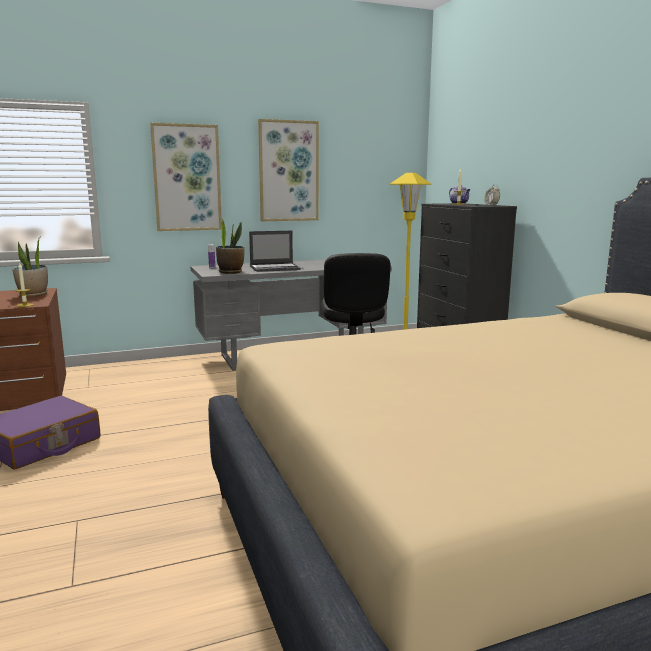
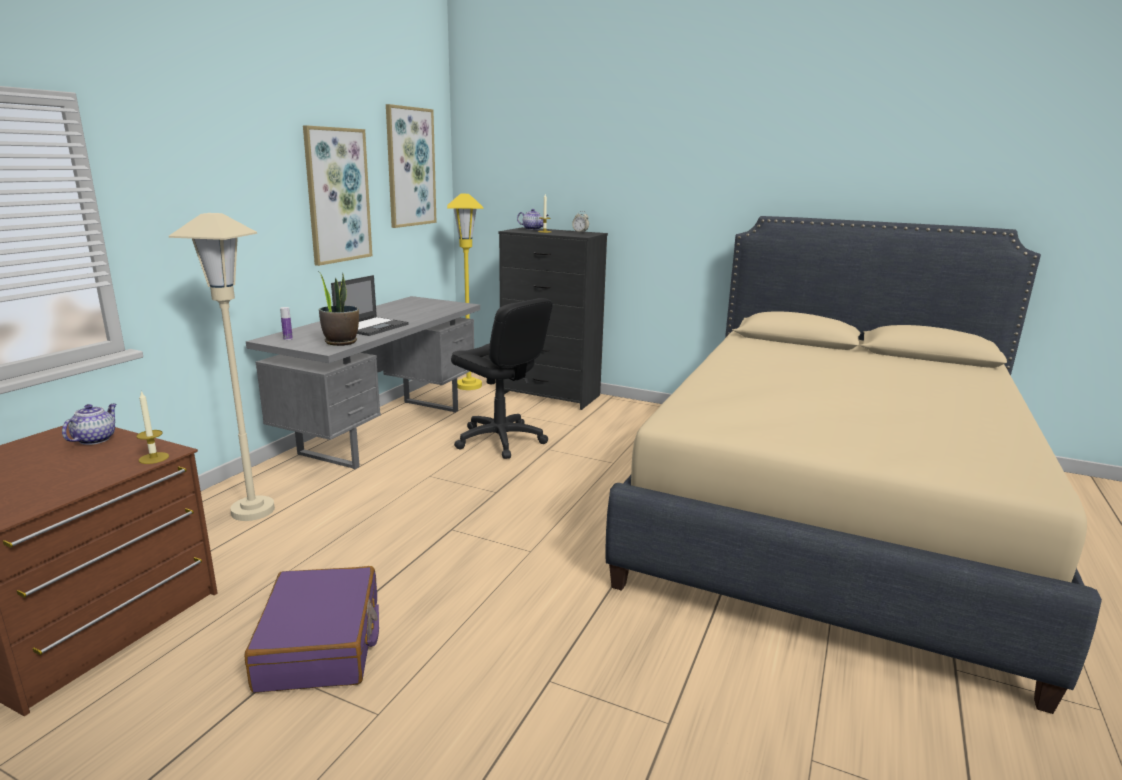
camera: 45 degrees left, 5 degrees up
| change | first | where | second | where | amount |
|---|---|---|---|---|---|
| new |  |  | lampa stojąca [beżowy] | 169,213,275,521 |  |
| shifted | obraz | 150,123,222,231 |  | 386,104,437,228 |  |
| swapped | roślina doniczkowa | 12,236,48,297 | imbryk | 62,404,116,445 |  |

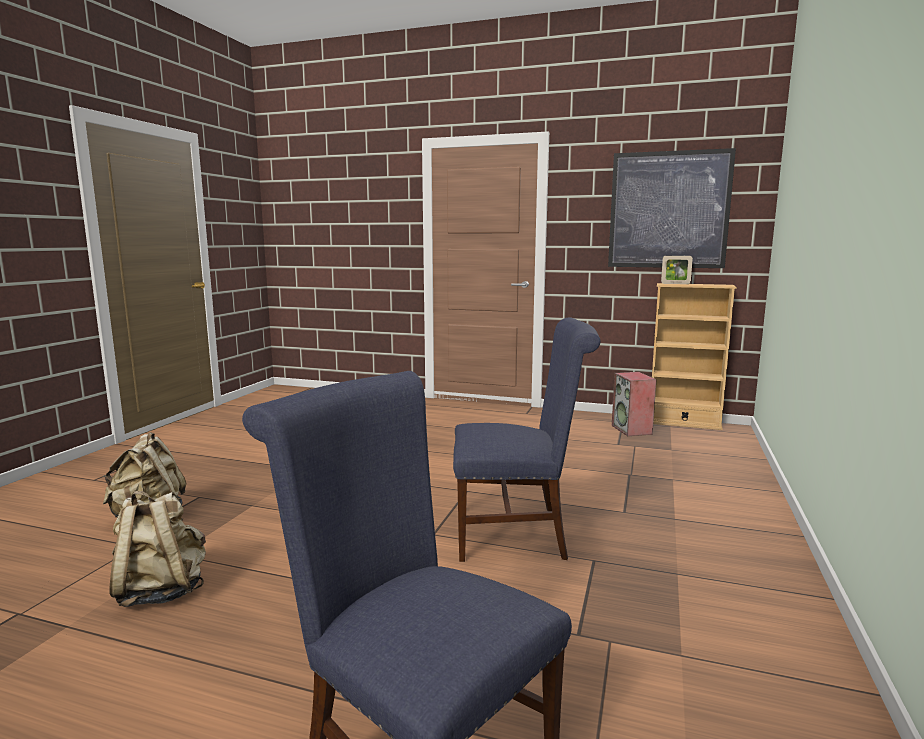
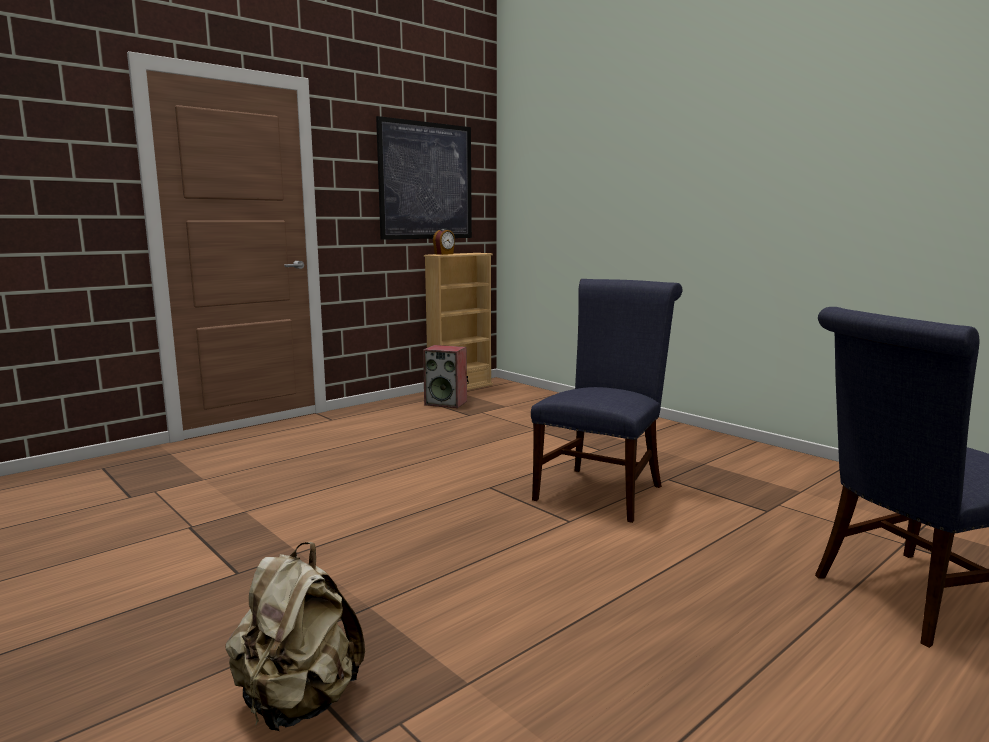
camera: 60 degrees left, 0 degrees up
| change | first | where | second | where | amount |
|---|---|---|---|---|---|
| gone | plecak [beżowy] | 109,491,206,607 |  |  |  |
| swapped | ramka na zdjęcie | 661,256,693,284 | budzik | 433,229,455,255 |  |

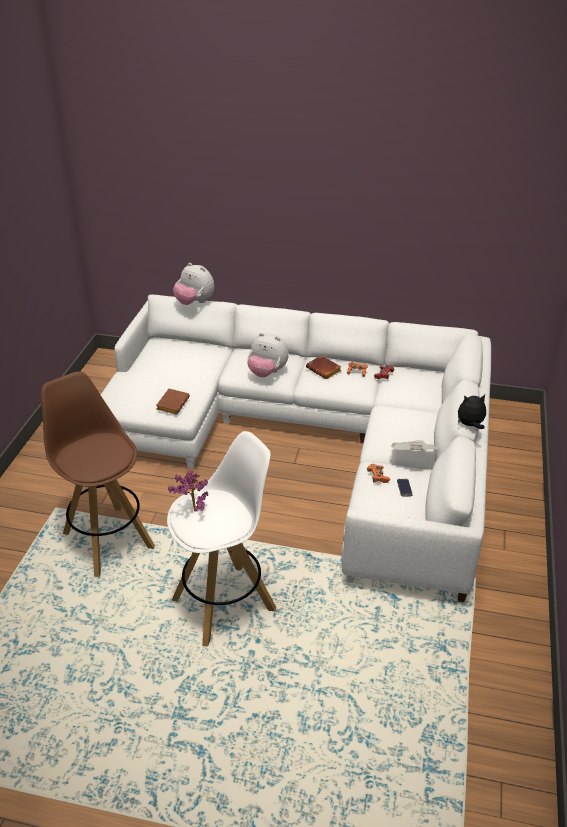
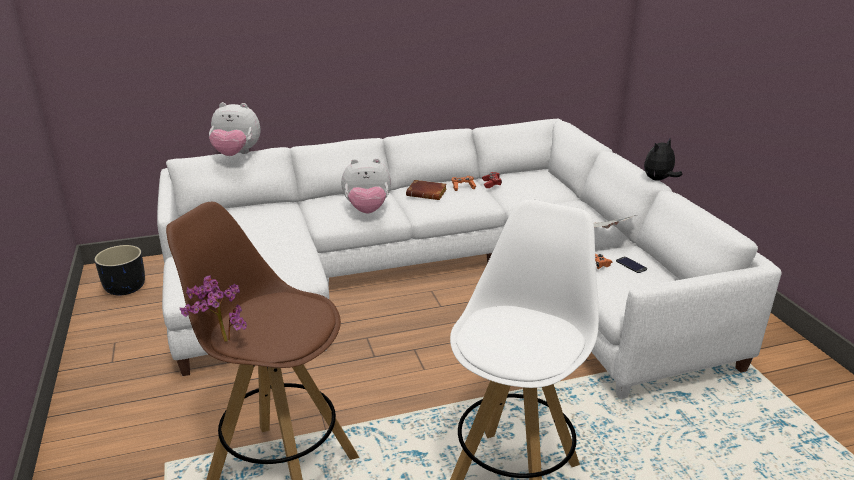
camera: 30 degrees left, 10 degrees down
| change | first | where | second | where | amount |
|---|---|---|---|---|---|
| gone | książka [brązowy] | 156,389,190,414 |  |  |  |
| new |  |  | donica [czarny] | 94,245,145,295 |  |
| shifted | roślina doniczkowa | 168,470,208,512 |  | 180,275,247,342 |  |

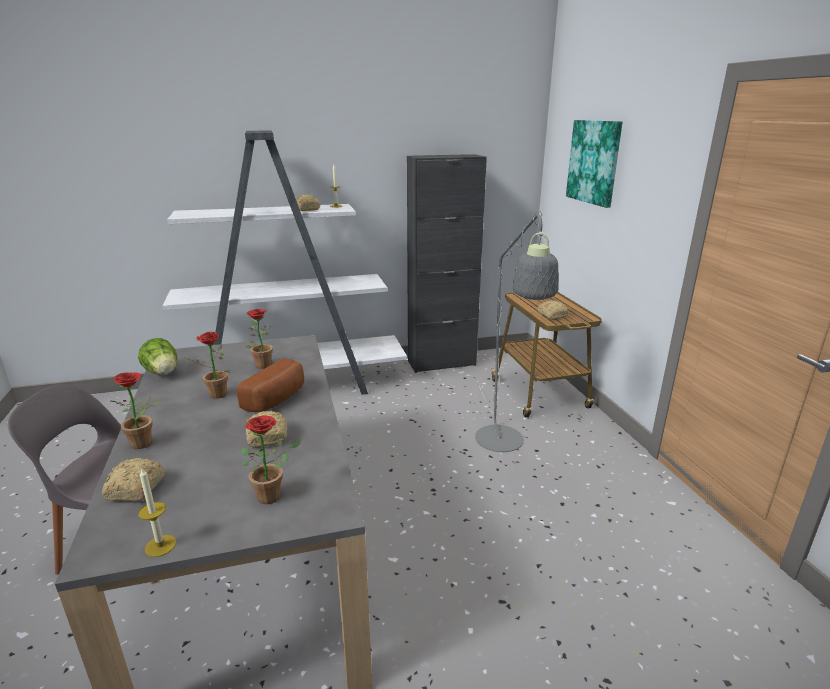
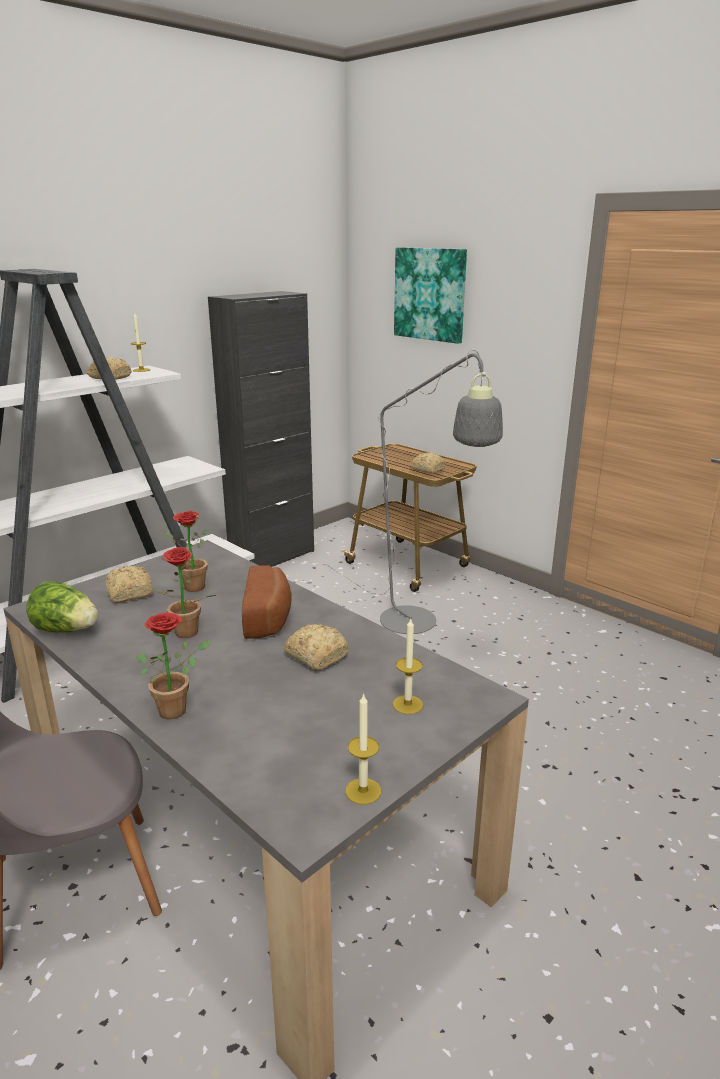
camera: 30 degrees left, 0 degrees up
| change | first | where | second | where | amount |
|---|---|---|---|---|---|
| shifted | chleb | 102,458,166,502 |  | 105,565,154,602 |  |
| swapped | roślina doniczkowa | 241,416,302,504 | świeca | 393,618,423,714 |  |

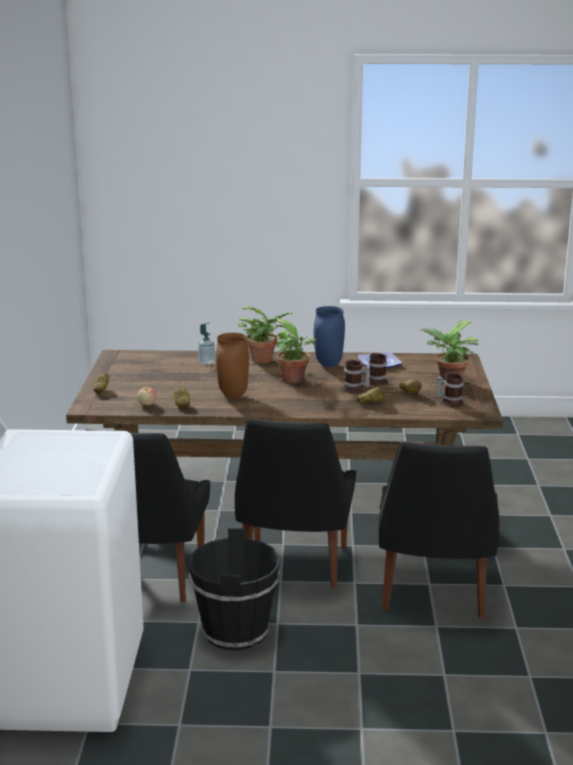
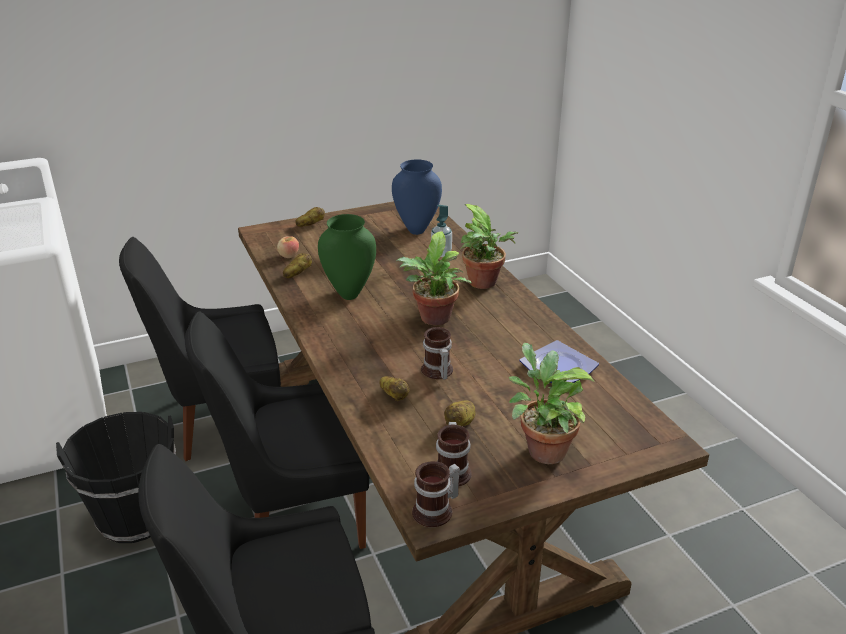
camera: 65 degrees right, 10 degrees up
| change | first | where | second | where | amount |
|---|---|---|---|---|---|
| shifted | wazon [niebieski] | 314,306,345,367 |  | 392,159,442,235 |  |
| shifted | kubek | 369,353,388,386 |  | 412,461,460,527 |  |
| repainted | wazon [brązowy] | 216,333,249,398 | wazon [zielony] | 318,214,376,300 |  |

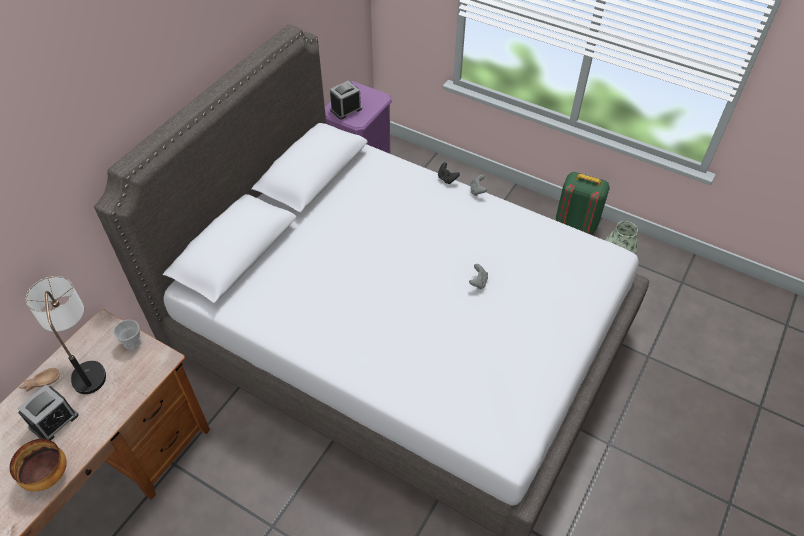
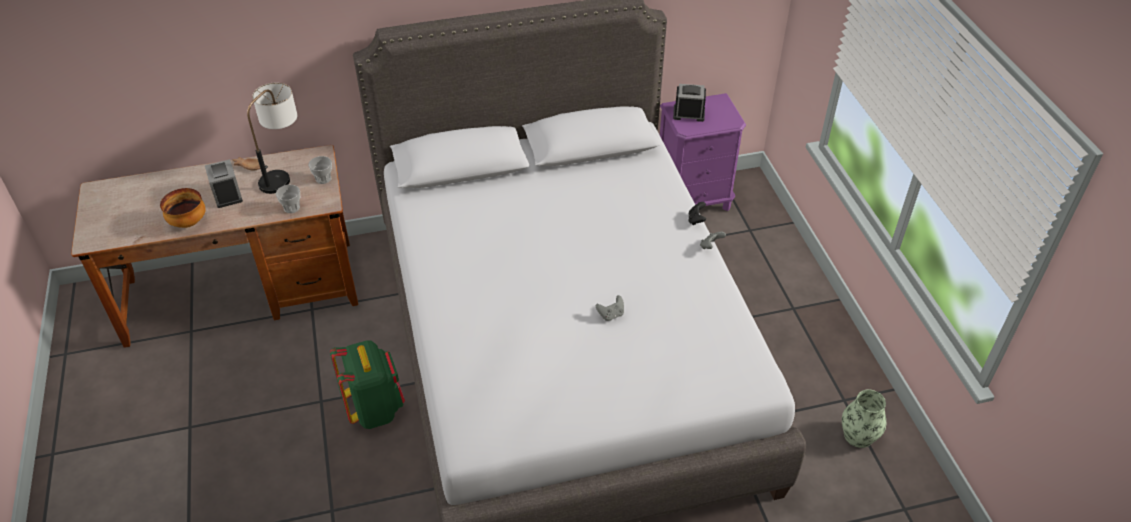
camera: 45 degrees right, 5 degrees down
| change | first | where | second | where | amount |
|---|---|---|---|---|---|
| new |  |  | filiżanka | 276,185,300,213 |  |
| shifted | plecak [zielony] | 556,172,610,234 |  | 330,340,405,429 |  |
| rotated | budzik | 17,385,79,440 |  | 205,159,243,208 | 105 degrees counterclockwise |

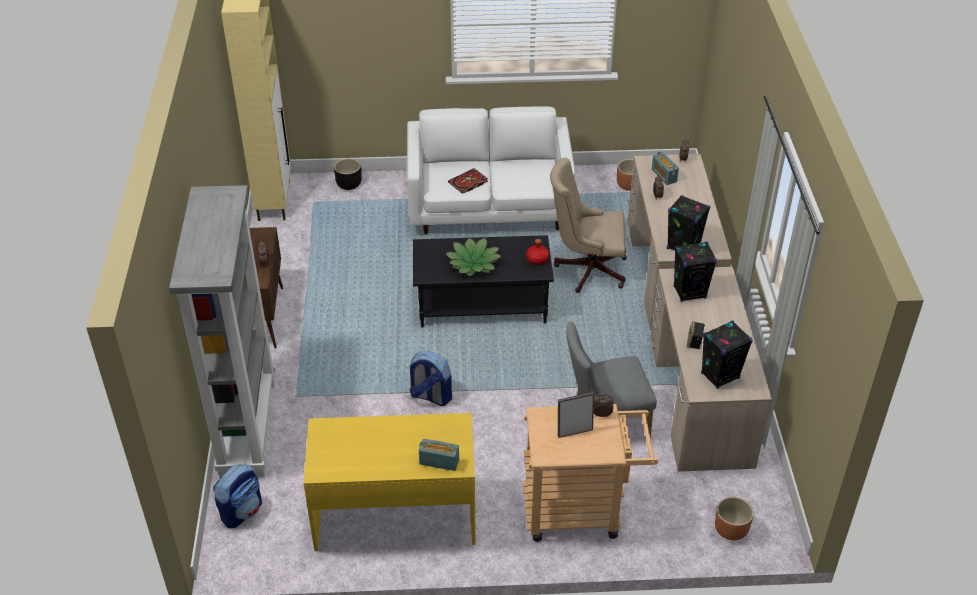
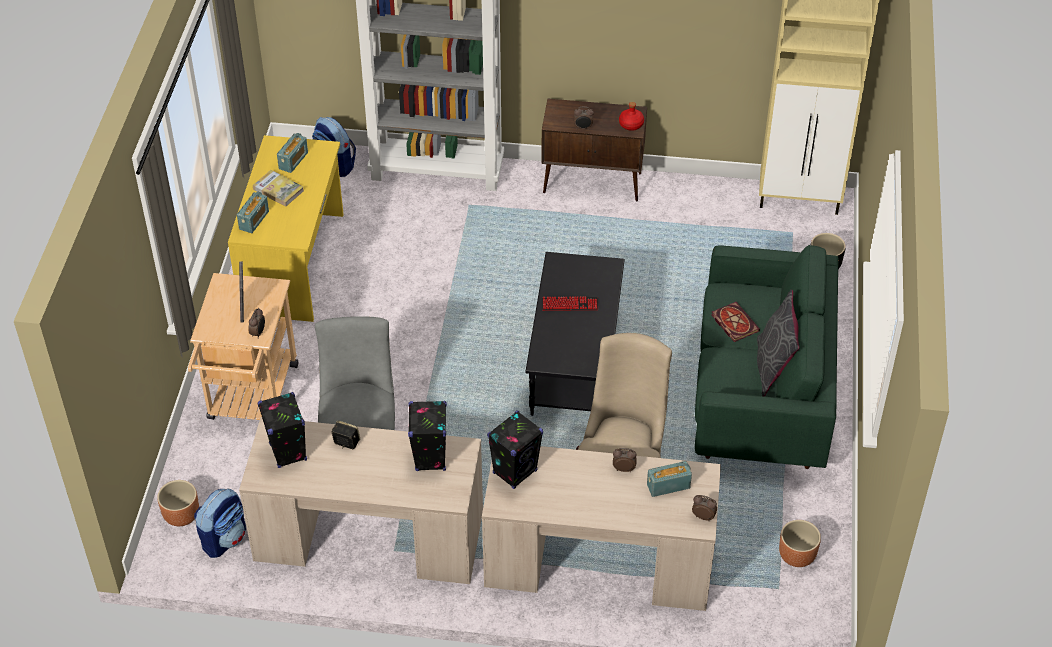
camera: 100 degrees right, 5 degrees up
| change | first | where | second | where | amount |
|---|---|---|---|---|---|
| new |  |  | książka | 253,170,304,207 |  |
| new |  |  | radio | 277,133,308,173 |  |
| new |  |  | poduszka [szary] | 757,290,800,396 |  |
| shifted | plecak | 409,351,452,406 |  | 194,488,246,558 |  |
| shifted | butelka [czerwony] | 526,239,549,265 |  | 619,102,644,131 |  |
| swapped | roślina doniczkowa | 445,237,502,277 | klawiatura | 542,296,598,311 |  |
| repainted | kanapa [biały] | 407,106,575,234 | kanapa [zielony] | 695,245,838,469 |  |

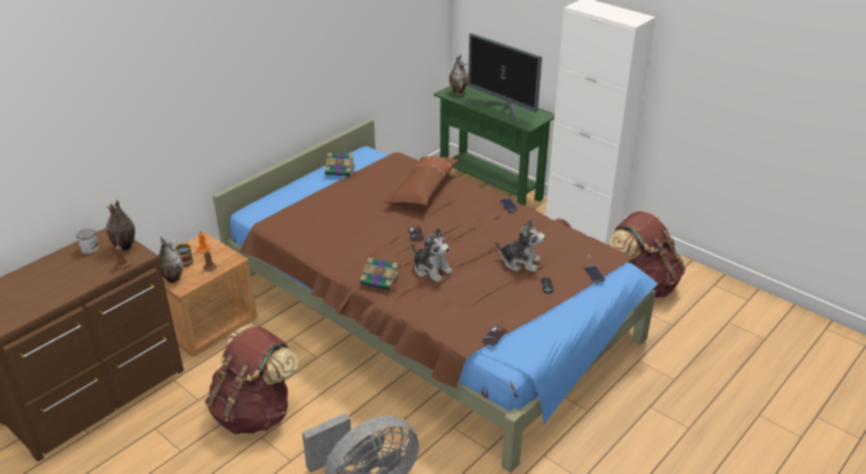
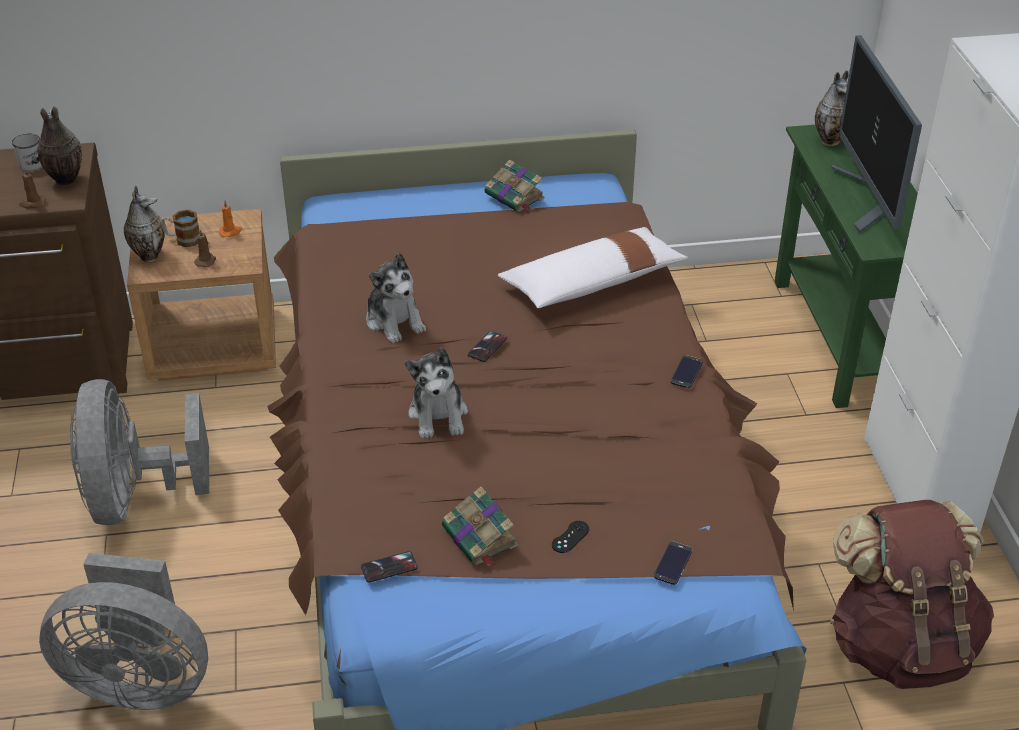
camera: 40 degrees right, 5 degrees up
| change | first | where | second | where | amount |
|---|---|---|---|---|---|
| shifted | książka | 360,257,400,290 |  | 442,486,518,568 |  |
| shifted | pluszak | 495,219,545,272 |  | 366,253,426,343 |  |
| swapped | plecak [brązowy] | 205,324,299,434 | wentylator [szary] | 70,379,209,525 |  |
| repainted | poduszka [brązowy] | 385,156,460,206 | poduszka [biały] | 498,227,688,308 |  |

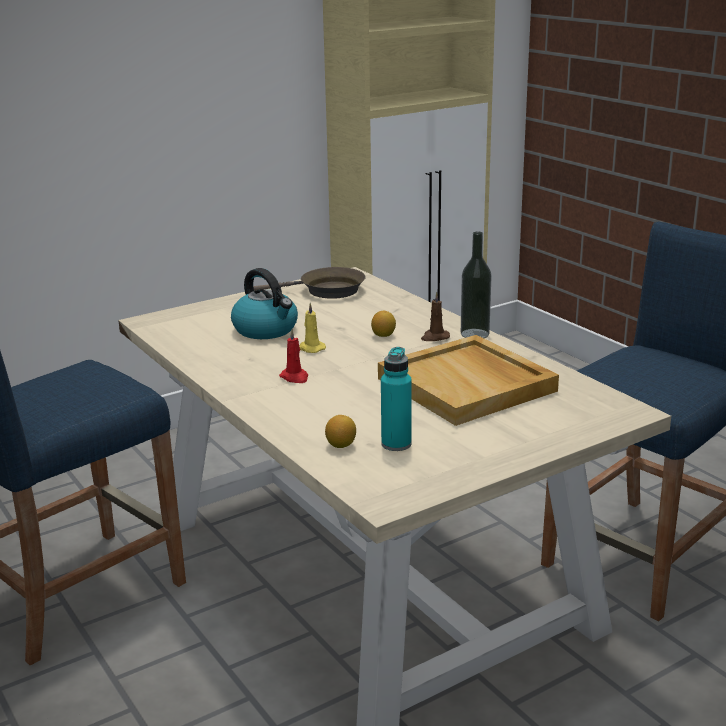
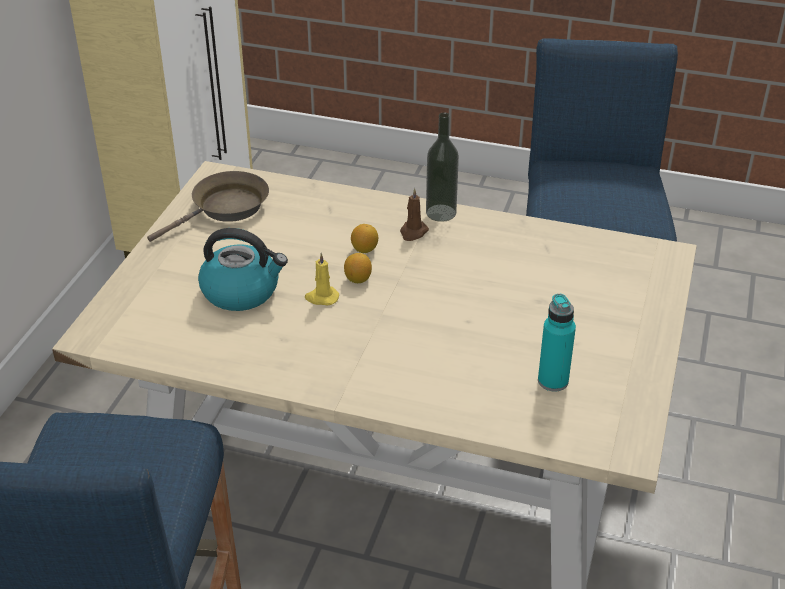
camera: 40 degrees left, 15 degrees up
| change | first | where | second | where | amount |
|---|---|---|---|---|---|
| gone | świeca [czerwony] | 279,329,308,383 |  |  |  |
| gone | taca [beżowy] | 378,335,559,426 |  |  |  |
| shifted | cytryna | 325,415,356,448 |  | 344,253,372,283 |  |

